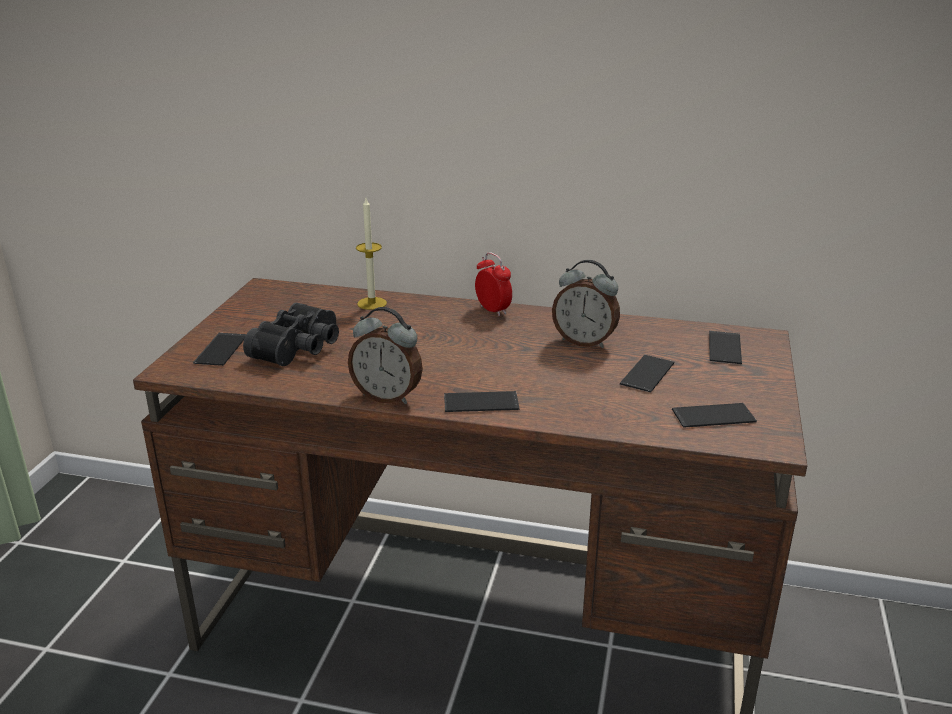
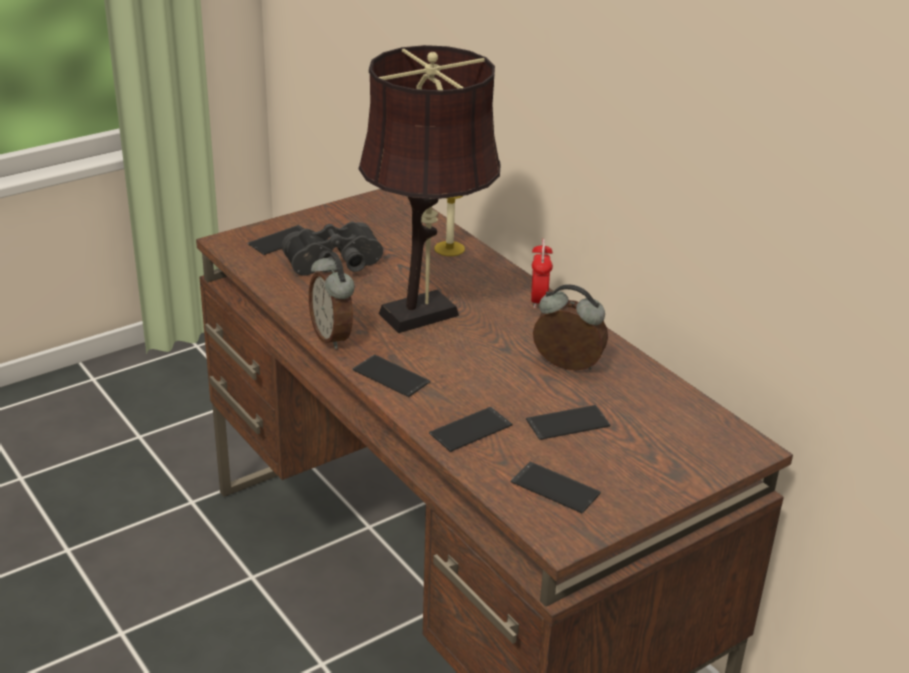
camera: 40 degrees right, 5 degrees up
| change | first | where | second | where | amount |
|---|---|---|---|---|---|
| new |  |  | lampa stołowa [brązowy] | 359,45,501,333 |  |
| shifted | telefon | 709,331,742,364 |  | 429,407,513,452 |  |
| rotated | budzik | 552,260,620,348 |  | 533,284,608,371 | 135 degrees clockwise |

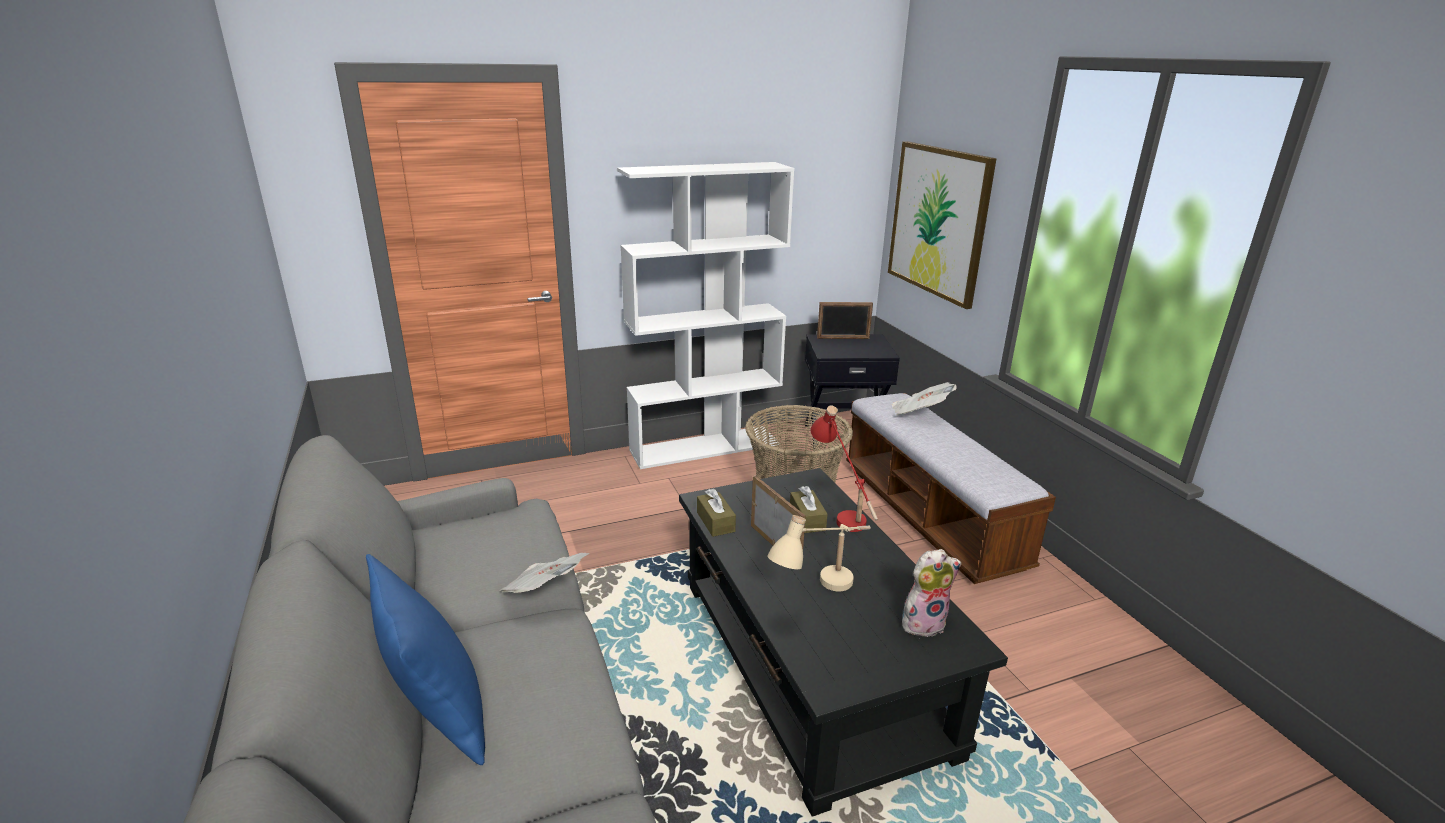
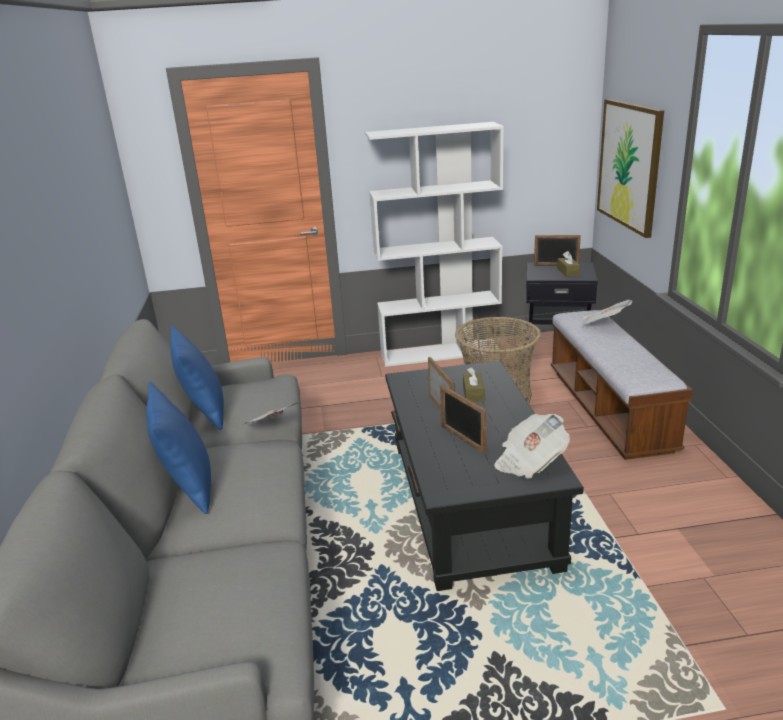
camera: 15 degrees right, 0 degrees up
| change | first | where | second | where | amount |
|---|---|---|---|---|---|
| gone | lampa stołowa [czerwony] | 810,405,878,532 |  |  |  |
| new |  |  | poduszka [niebieski] | 170,325,224,430 |  |
| shifted | pudełko chusteczek [brązowy] | 697,488,736,537 |  | 557,251,580,277 |  |
| swapped | lampa stołowa [beżowy] | 767,515,871,591 | ramka na zdjęcie | 440,385,486,454 |  |
| swapped | pluszak | 902,549,962,637 | gazeta | 494,414,570,479 |  |

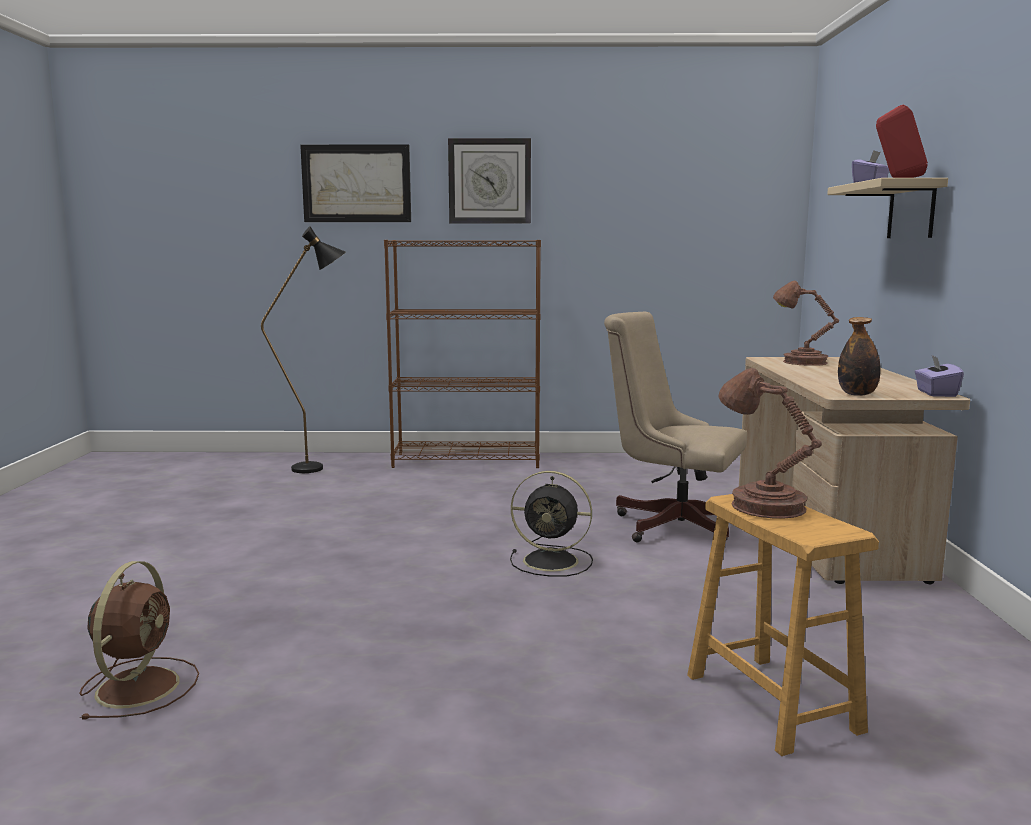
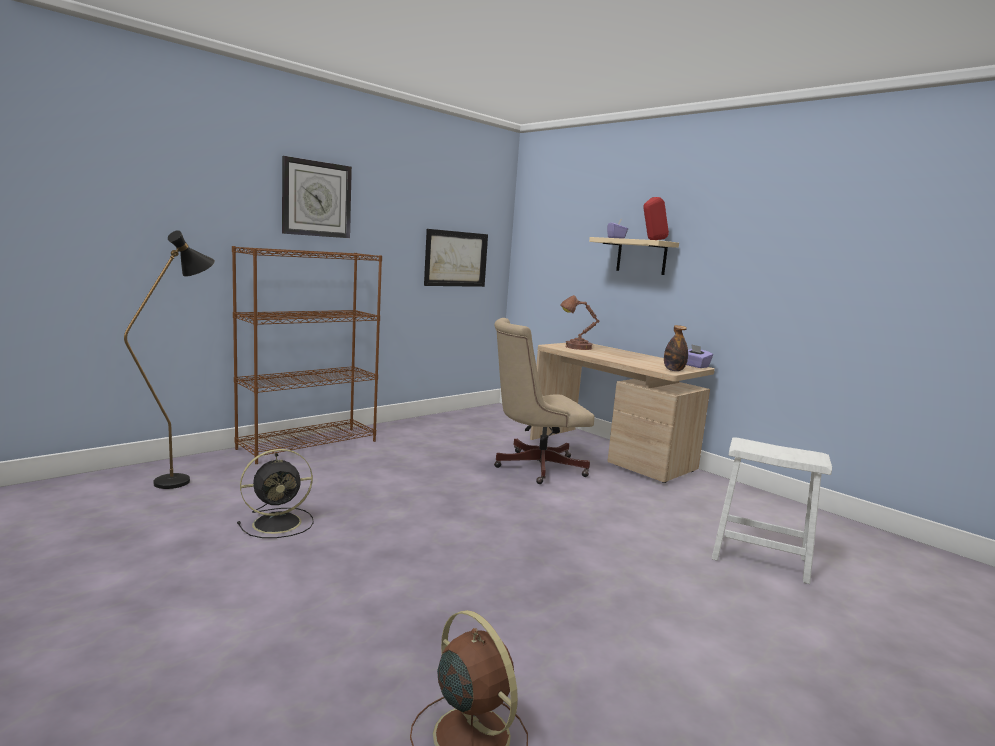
camera: 45 degrees left, 0 degrees up
| change | first | where | second | where | amount |
|---|---|---|---|---|---|
| gone | lampa stołowa [brązowy] | 719,368,822,519 |  |  |  |
| shifted | obraz | 300,144,411,222 |  | 424,229,488,287 |  |
| shifted | wentylator [czarny] | 510,471,593,577 |  | 237,449,314,538 |  |
| repainted | stołek [brązowy] | 687,494,879,756 | stołek [biały] | 712,438,832,584 |  |

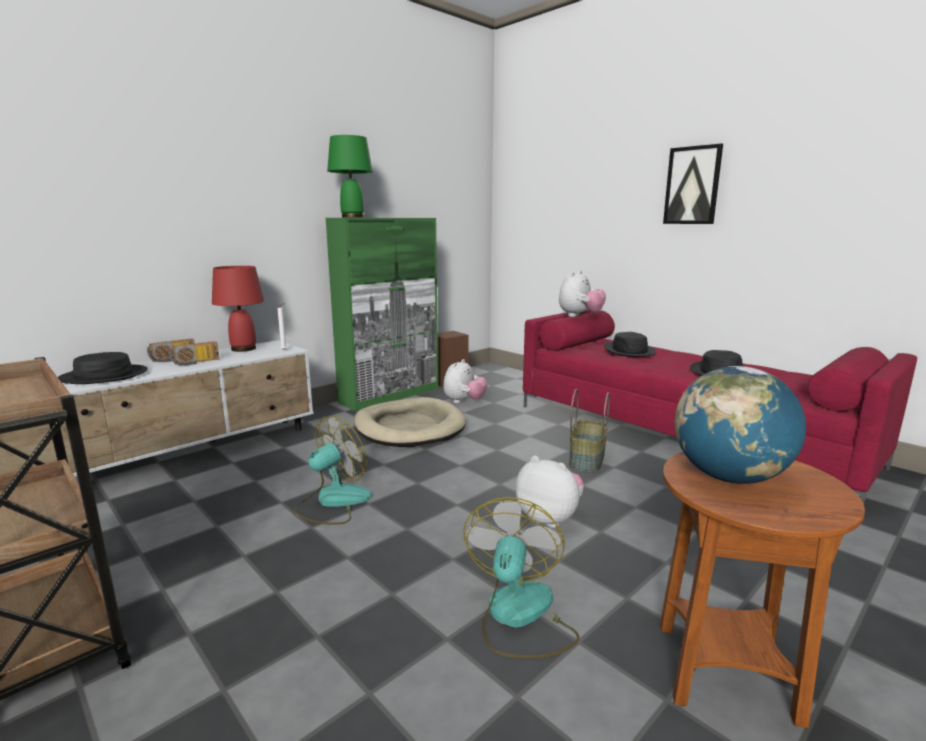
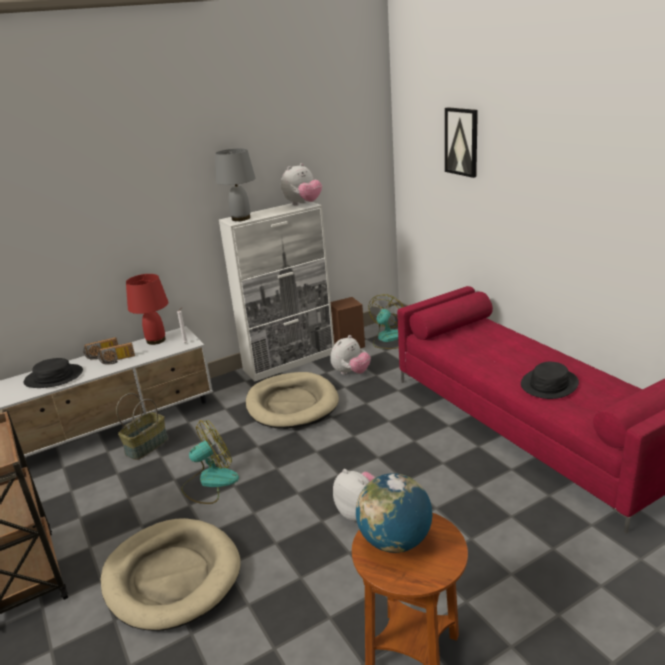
camera: 15 degrees right, 10 degrees up
| change | first | where | second | where | amount |
|---|---|---|---|---|---|
| gone | kapelusz [czarny] | 604,332,657,357 |  |  |  |
| new |  |  | legowisko [beżowy] | 100,518,241,631 |  |
| shifted | wentylator | 463,497,580,659 |  | 368,294,403,349 |  |
| shifted | pluszak | 559,271,606,317 |  | 281,163,322,205 |  |
| shifted | koszyk | 569,389,610,473 |  | 116,393,168,460 |  |
| shifted | obraz | 663,143,723,224 |  | 445,107,478,178 |  |
| repainted | szafka [zielony] | 326,218,438,411 | szafka [biały] | 219,201,334,381 |  |
| repainted | lampa stołowa [zielony] | 327,135,373,218 | lampa stołowa [szary] | 215,148,255,221 |  |

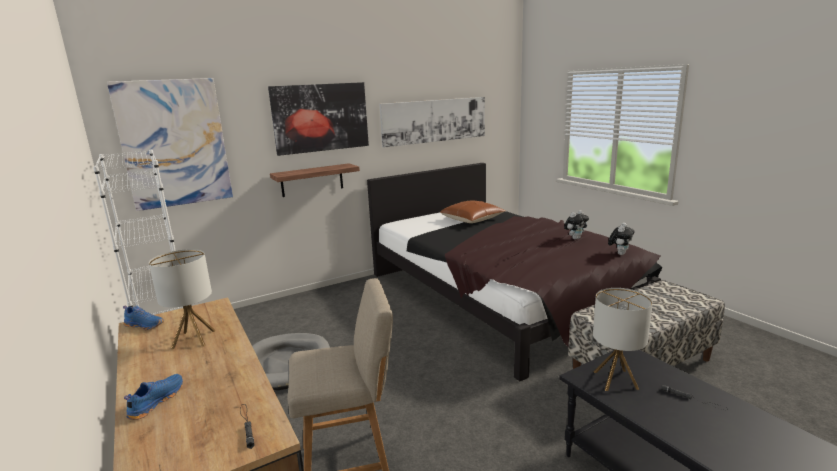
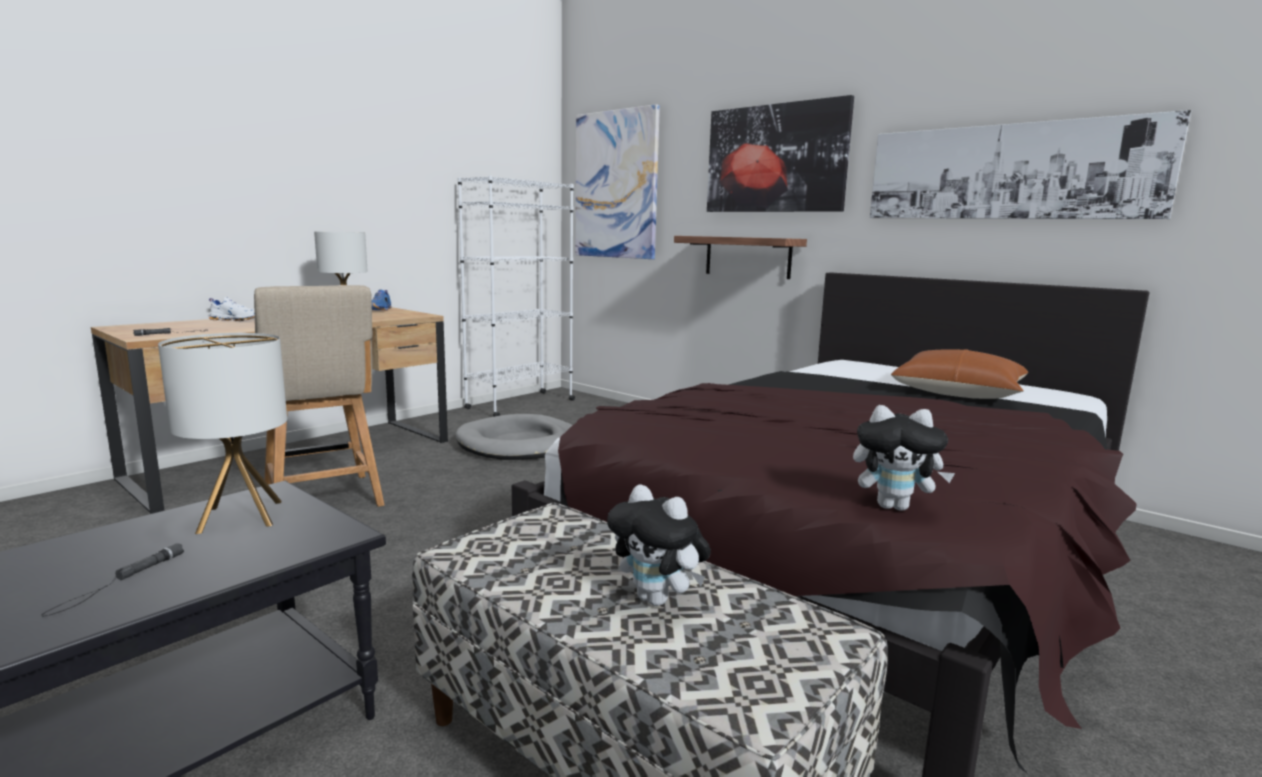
camera: 70 degrees right, 5 degrees down
| change | first | where | second | where | amount |
|---|---|---|---|---|---|
| shifted | pluszak | 564,210,589,240 |  | 607,484,711,606 |  |
| repainted | but [niebieski] | 124,374,183,420 | but [biały] | 209,297,255,321 |  |

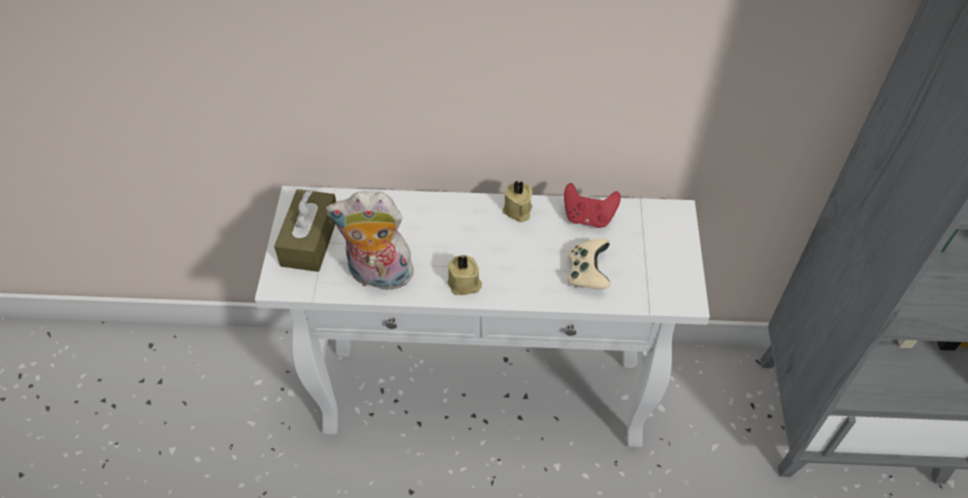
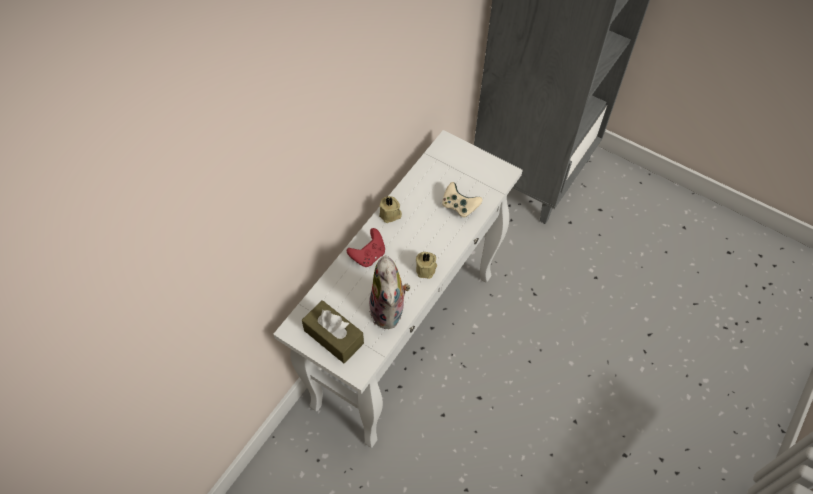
camera: 60 degrees left, 5 degrees up
| change | first | where | second | where | amount |
|---|---|---|---|---|---|
| shifted | pad do gier [czerwony] | 564,183,621,228 |  | 347,228,385,267 |  |
| rotated | pluszak | 326,191,416,290 |  | 369,255,410,329 | 45 degrees counterclockwise |

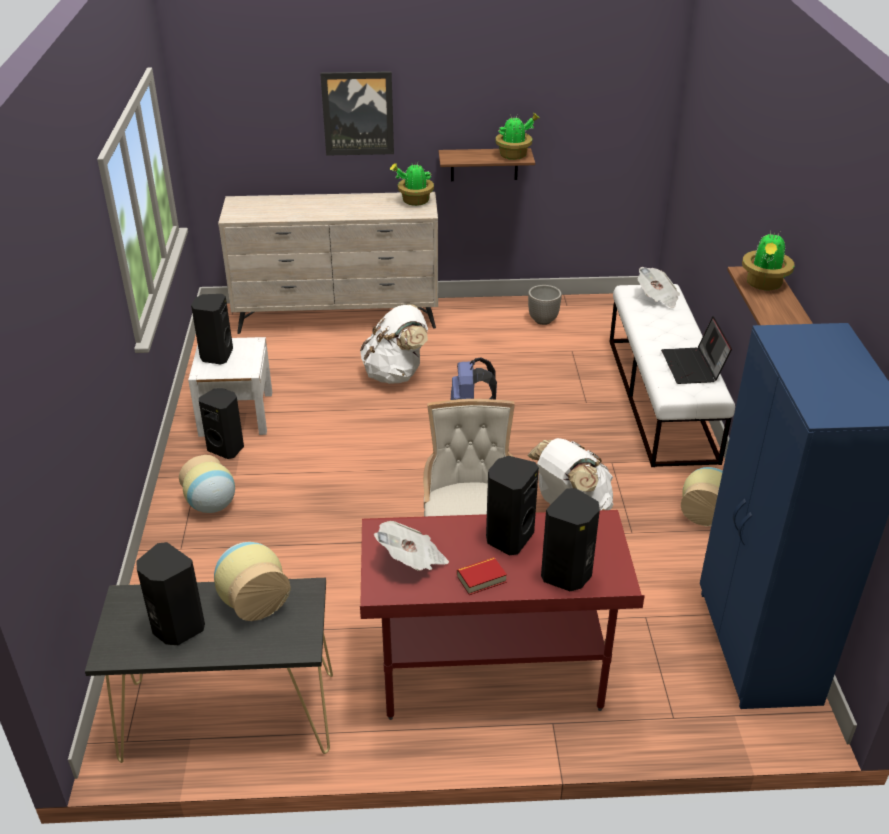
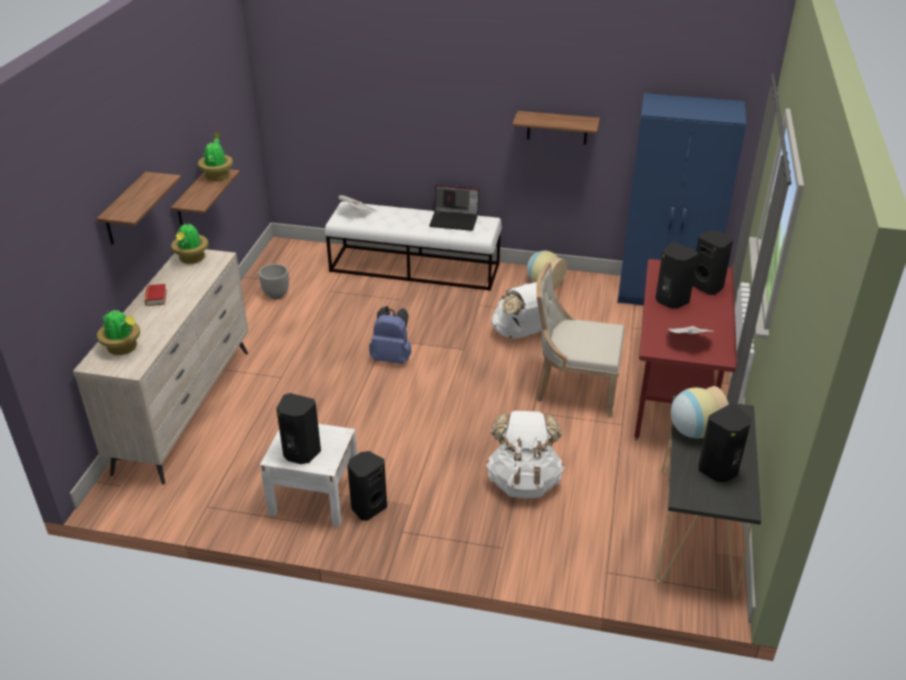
camera: 75 degrees left, 0 degrees up
| change | first | where | second | where | amount |
|---|---|---|---|---|---|
| gone | wazon | 179,455,235,513 |  |  |  |
| shifted | plecak [biały] | 360,304,428,384 |  | 486,411,564,498 |  |
| shifted | książka | 457,557,507,595 |  | 145,284,167,306 |  |
| shifted | roślina doniczkowa | 742,229,795,290 |  | 97,307,140,355 |  |
| swapped | obraz | 320,71,394,156 | półka | 96,172,181,244 |  |

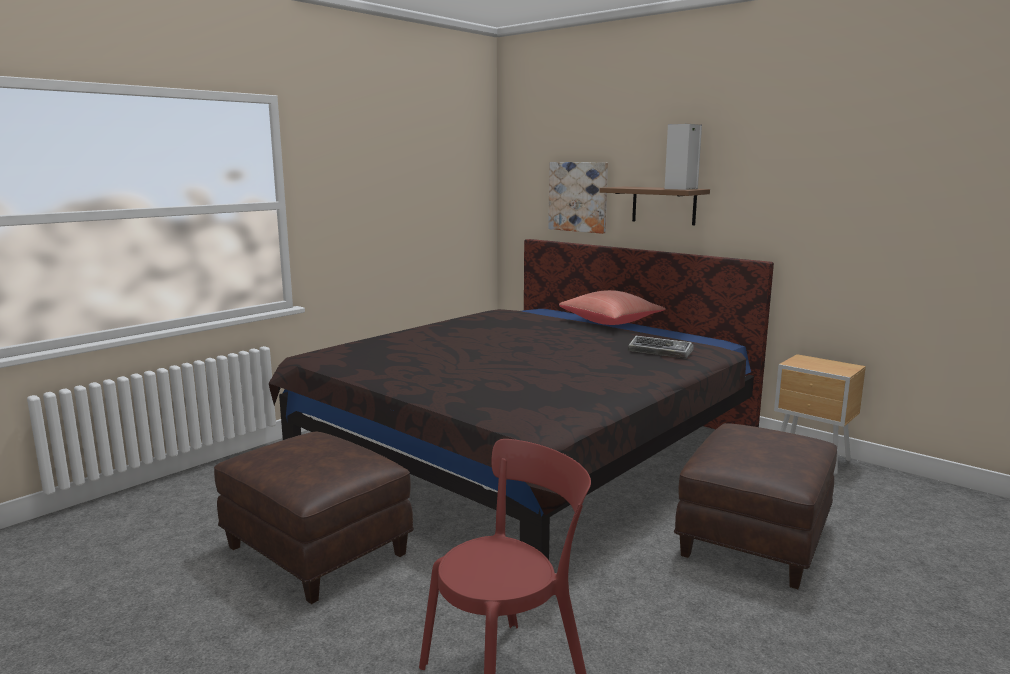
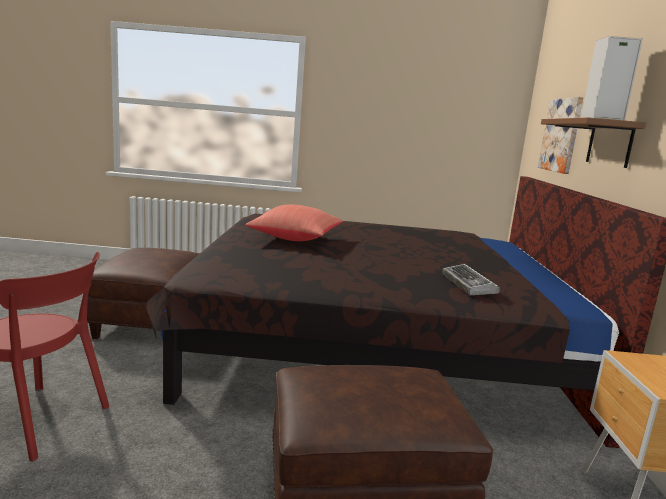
camera: 50 degrees right, 0 degrees up
| change | first | where | second | where | amount |
|---|---|---|---|---|---|
| shifted | poduszka [czerwony] | 559,290,666,325 |  | 246,205,343,241 |  |

